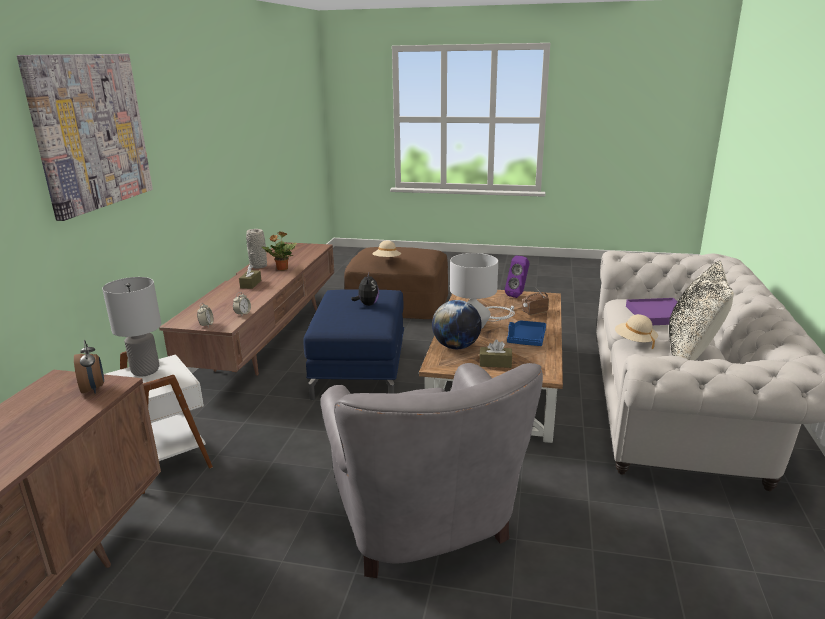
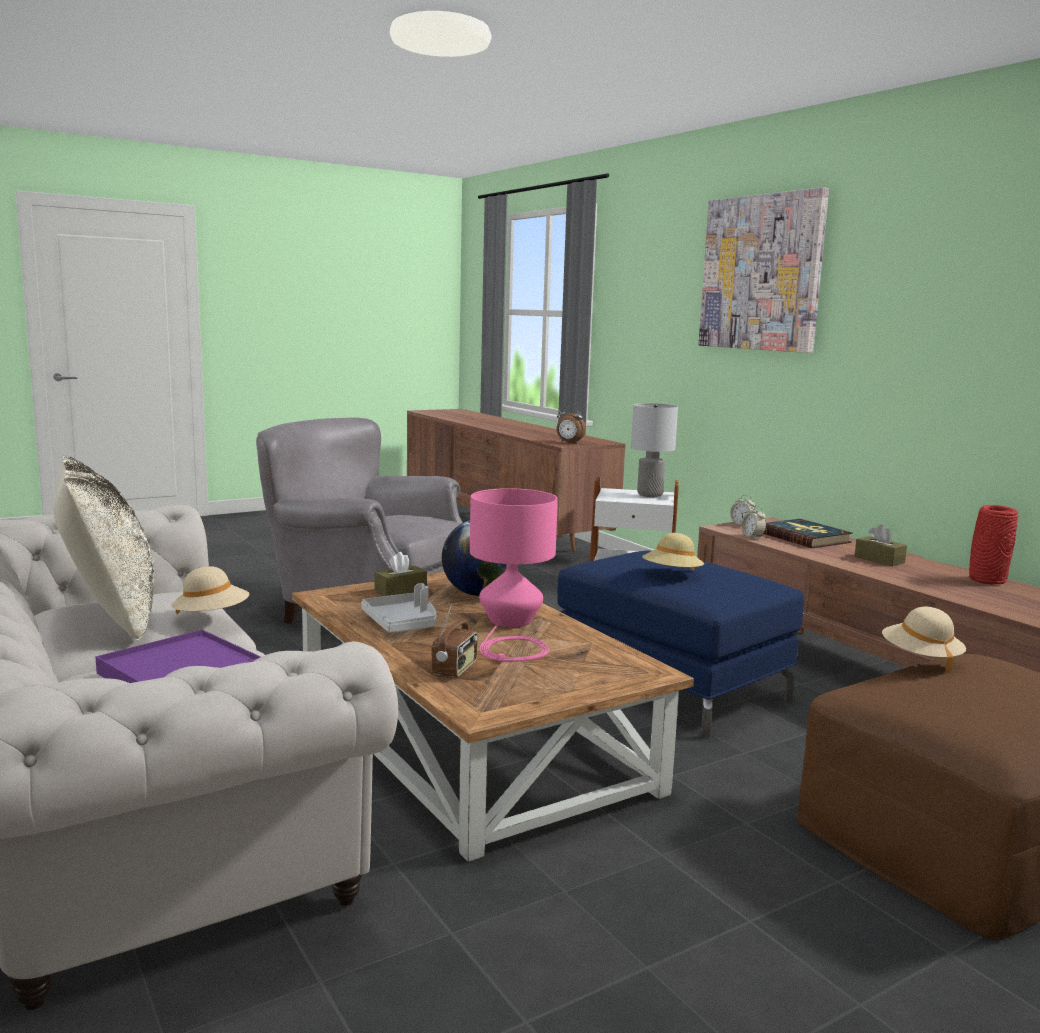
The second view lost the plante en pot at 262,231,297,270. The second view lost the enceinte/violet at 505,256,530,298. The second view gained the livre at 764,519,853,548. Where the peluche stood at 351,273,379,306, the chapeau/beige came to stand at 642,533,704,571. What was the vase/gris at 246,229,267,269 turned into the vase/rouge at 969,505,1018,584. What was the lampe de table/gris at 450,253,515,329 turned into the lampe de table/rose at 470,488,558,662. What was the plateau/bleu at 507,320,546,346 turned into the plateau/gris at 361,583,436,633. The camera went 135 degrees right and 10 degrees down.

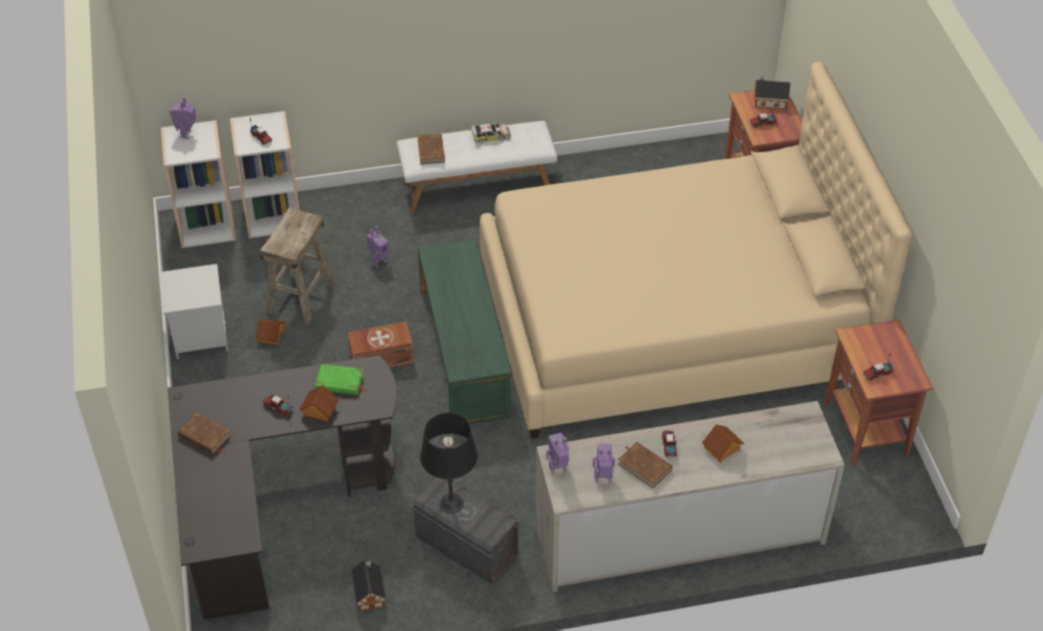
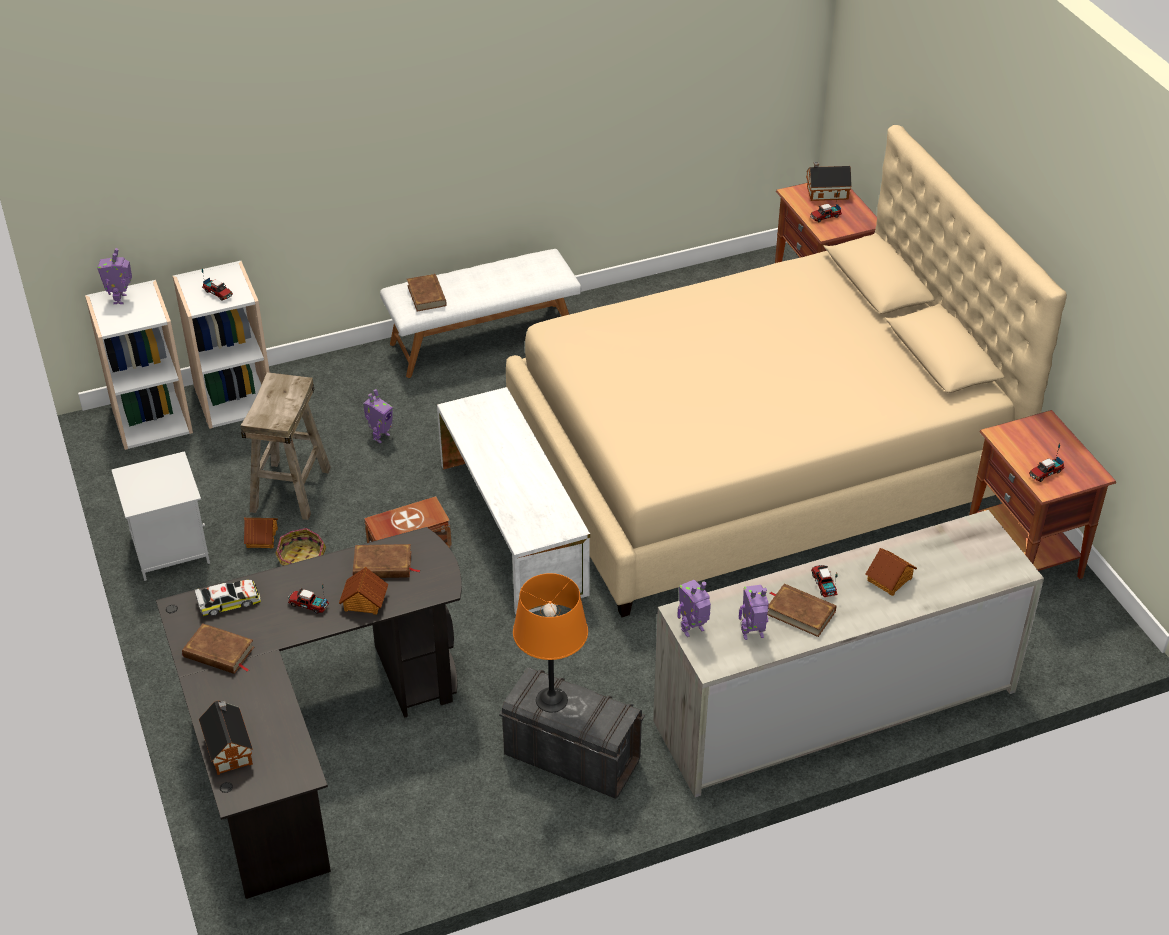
The second view gained the panier at 275,528,326,566. The maison miniature ended up elsewhere, having gone from 351,560,386,612 to 199,700,253,775. The petite voiture ended up elsewhere, having gone from 471,124,511,143 to 195,580,261,616. What was the livre/vert at 315,364,367,395 turned into the livre/marron at 353,544,420,578. What was the banc/vert at 418,239,511,424 turned into the banc/blanc at 437,387,590,614. What was the lampe de table/noir at 420,413,478,514 turned into the lampe de table/orange at 513,573,588,712. The camera went 10 degrees left and 5 degrees down.

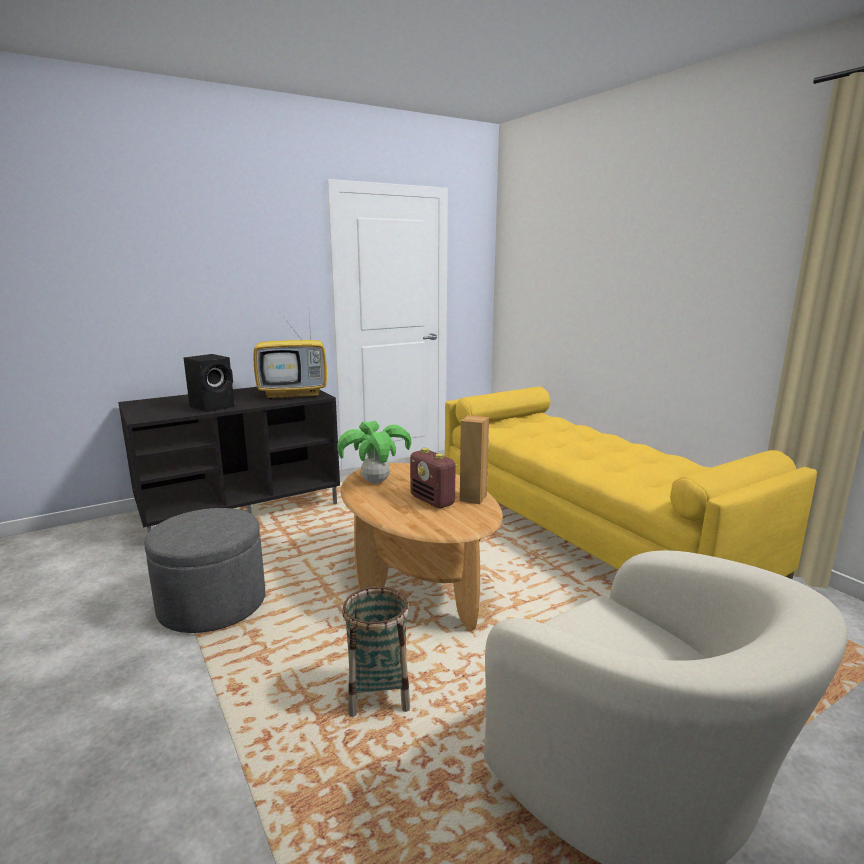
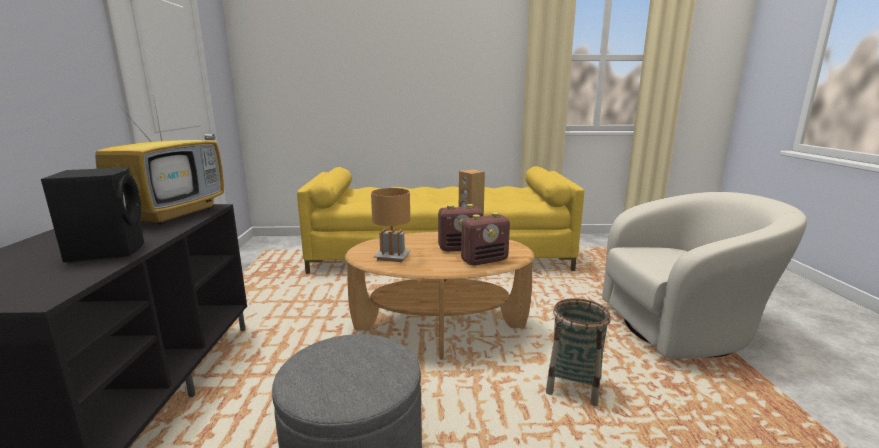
The second view gained the radio at 461,212,510,265. Where the plante en pot stood at 337,421,411,484, the lampe de table/marron came to stand at 371,188,410,262. The camera went 60 degrees left and 0 degrees up.

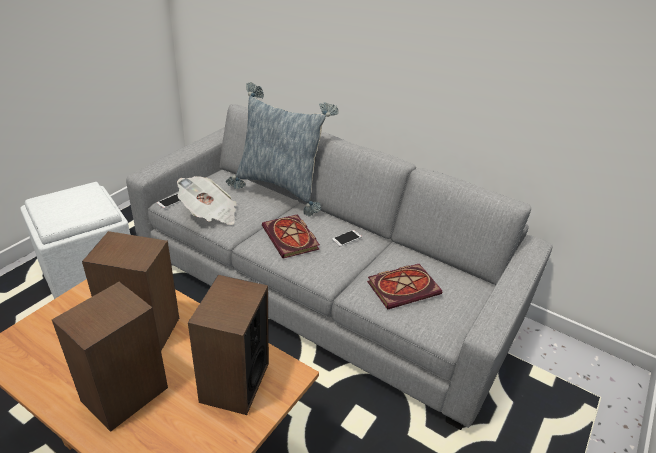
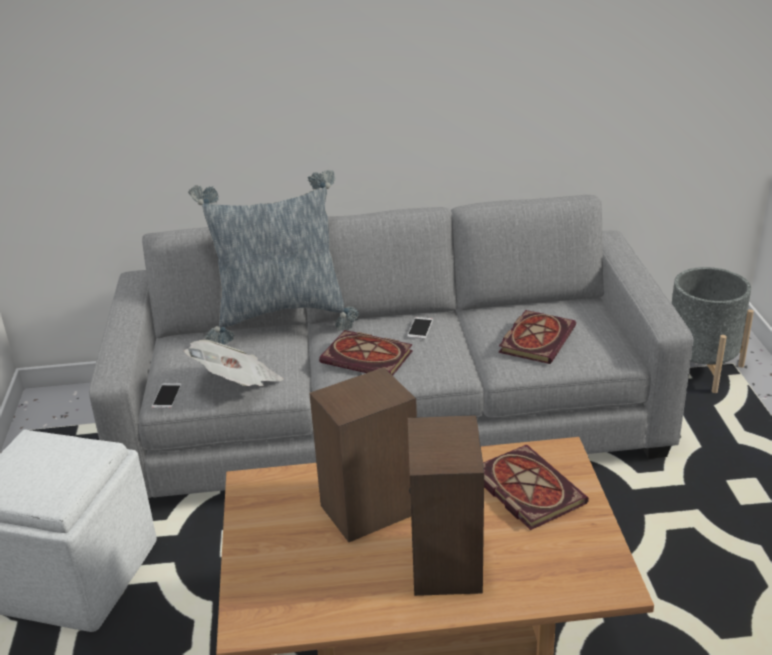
The second view gained the cache-pot/gris at 672,267,754,393. Where the enceinte stood at 188,275,269,415, the livre came to stand at 483,444,589,530. The camera went 35 degrees left and 5 degrees down.

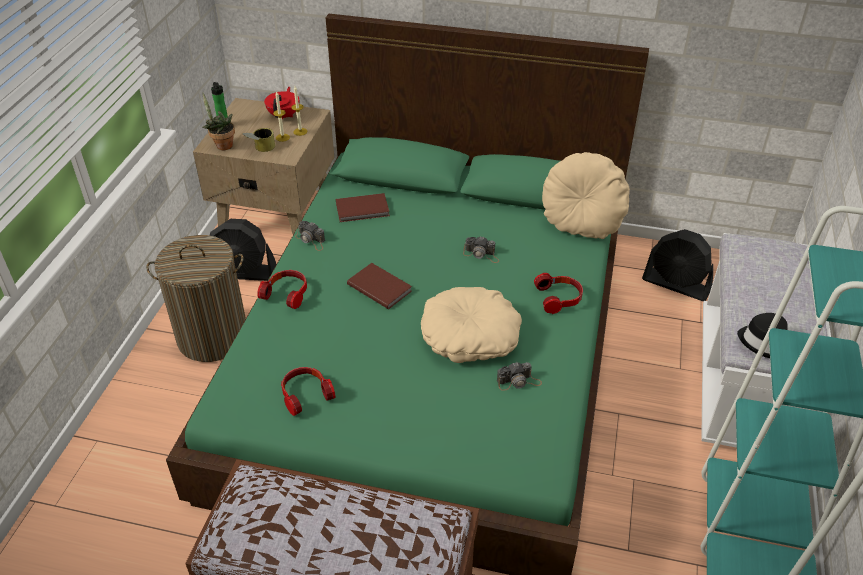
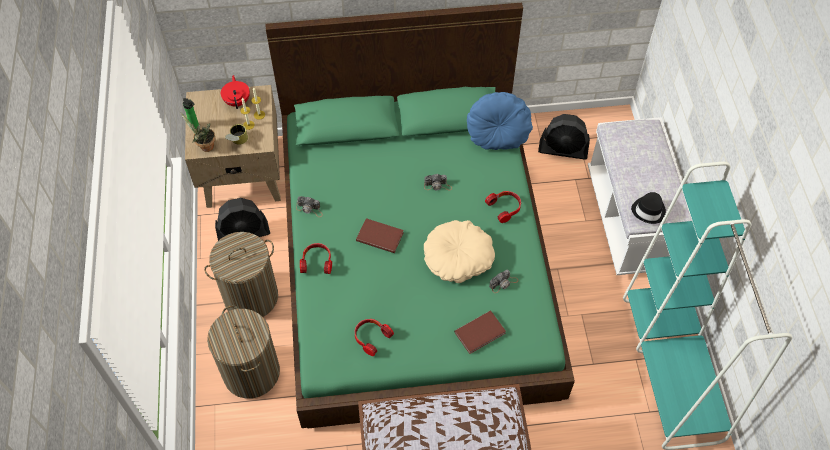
The second view gained the panier à linge at 207,305,280,399. The livre/marron ended up elsewhere, having gone from 336,193,390,222 to 454,310,506,354. What was the coussin/beige at 542,152,630,239 turned into the coussin/bleu at 467,92,533,150. The camera went 20 degrees left and 15 degrees up.

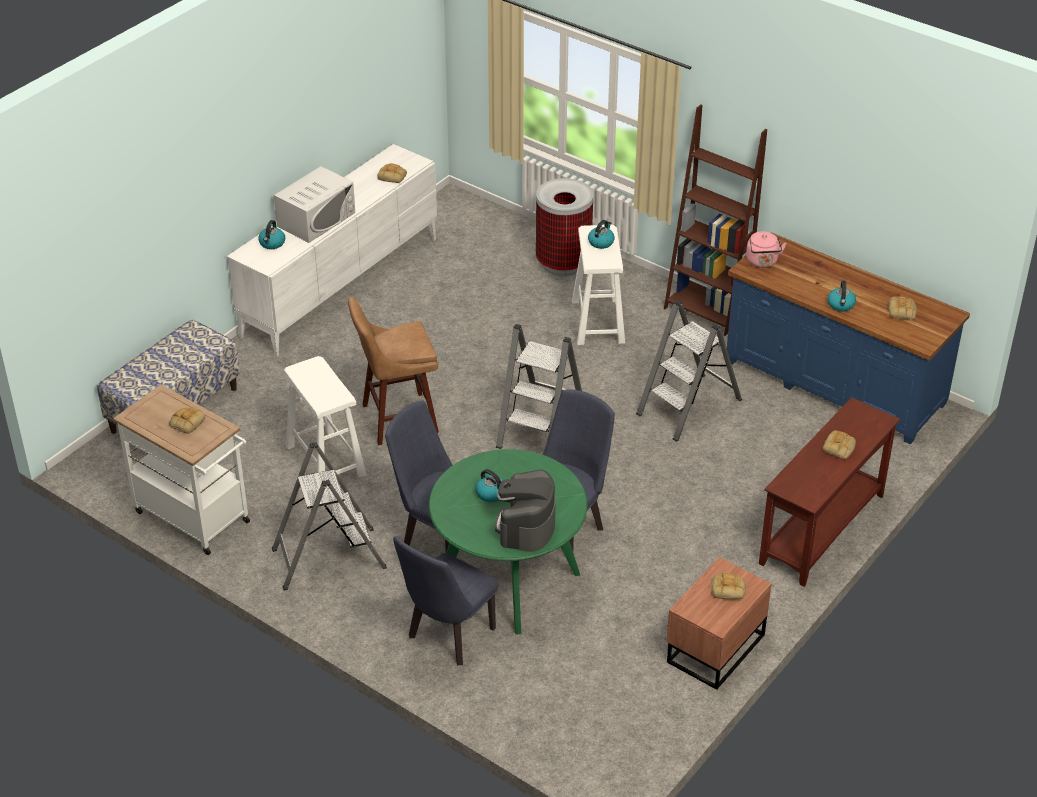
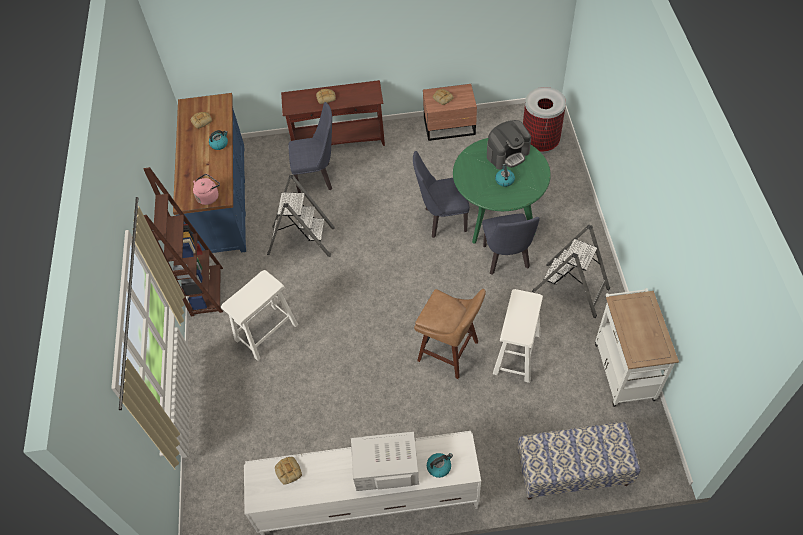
The second view lost the pain at 169,407,206,434. The second view lost the escabeau/gris at 496,324,582,449. The second view lost the bouilloire at 588,220,615,249. The chaise/bleu ended up elsewhere, having gone from 393,536,499,665 to 288,102,332,193. The poubelle ended up elsewhere, having gone from 536,178,593,276 to 523,87,566,154. The camera went 130 degrees left and 15 degrees up.

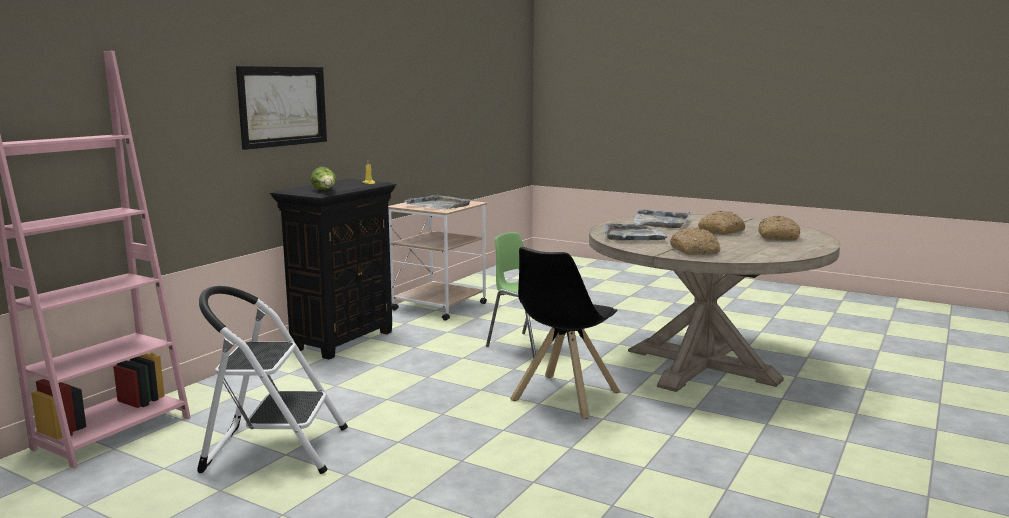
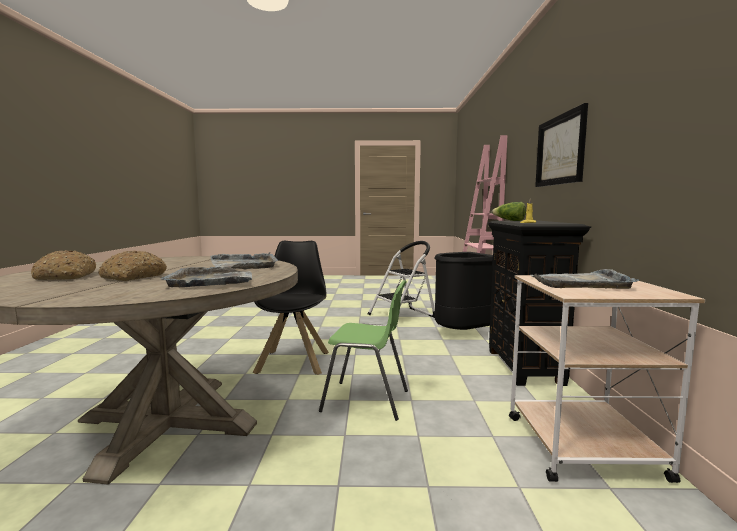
The second view lost the pain at 670,227,721,255. The second view gained the poubelle/noir at 434,252,493,330. The camera went 150 degrees right and 5 degrees down.

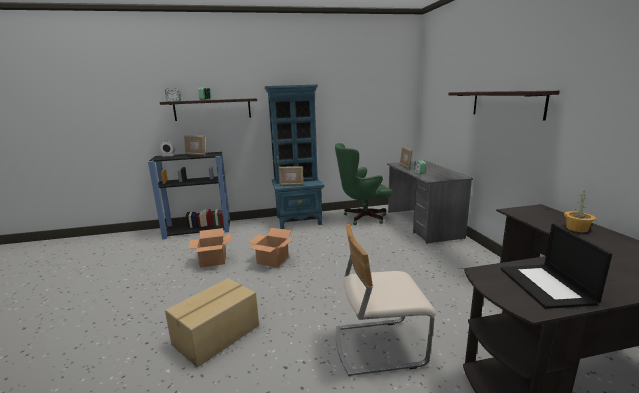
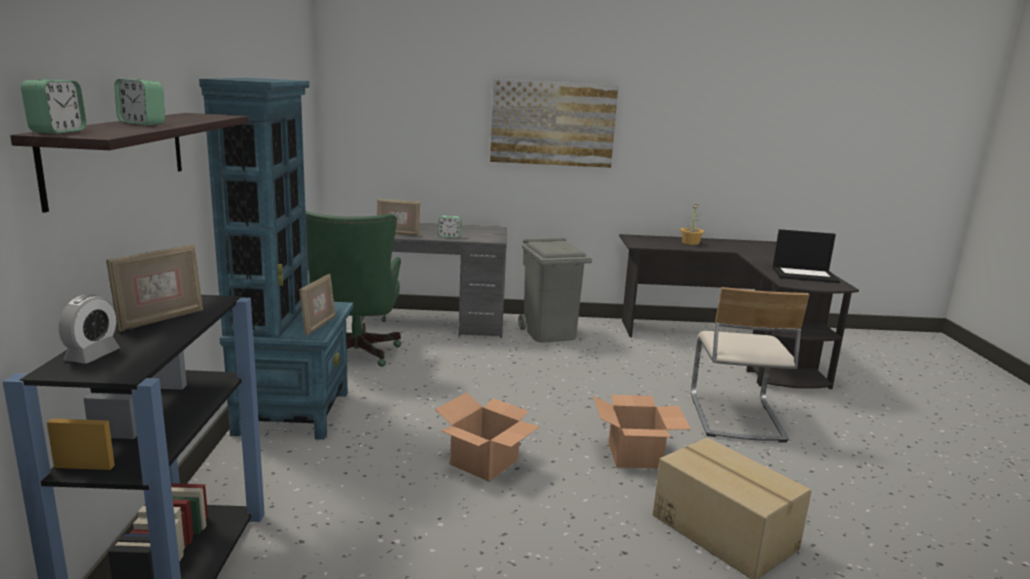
The second view gained the poubelle/gris at 518,237,592,343. The carton ended up elsewhere, having gone from 188,228,231,267 to 593,395,691,469. Where the étagère hung at 448,91,560,121, the tableau came to hang at 490,79,618,168. The camera went 80 degrees left and 0 degrees up.

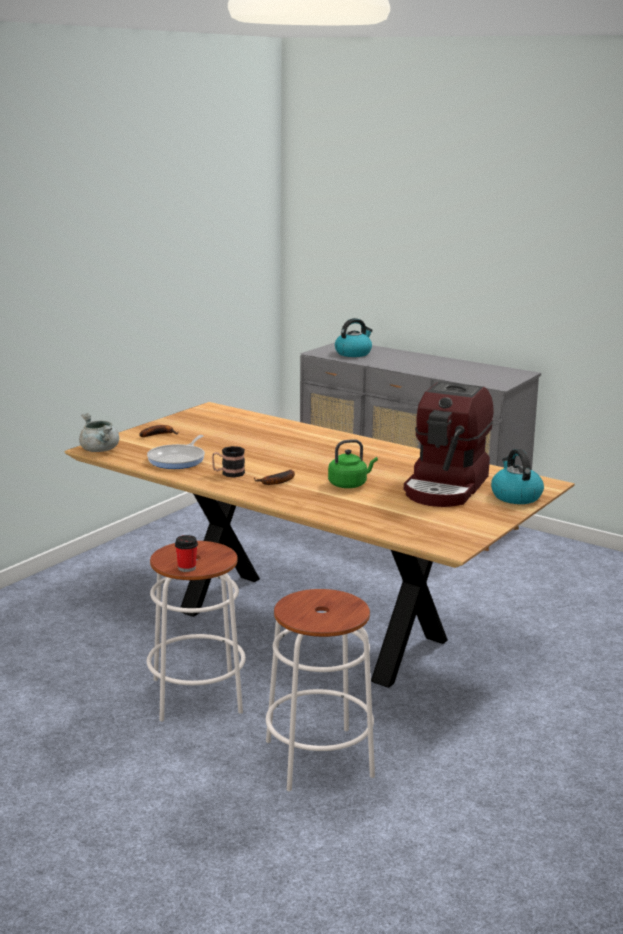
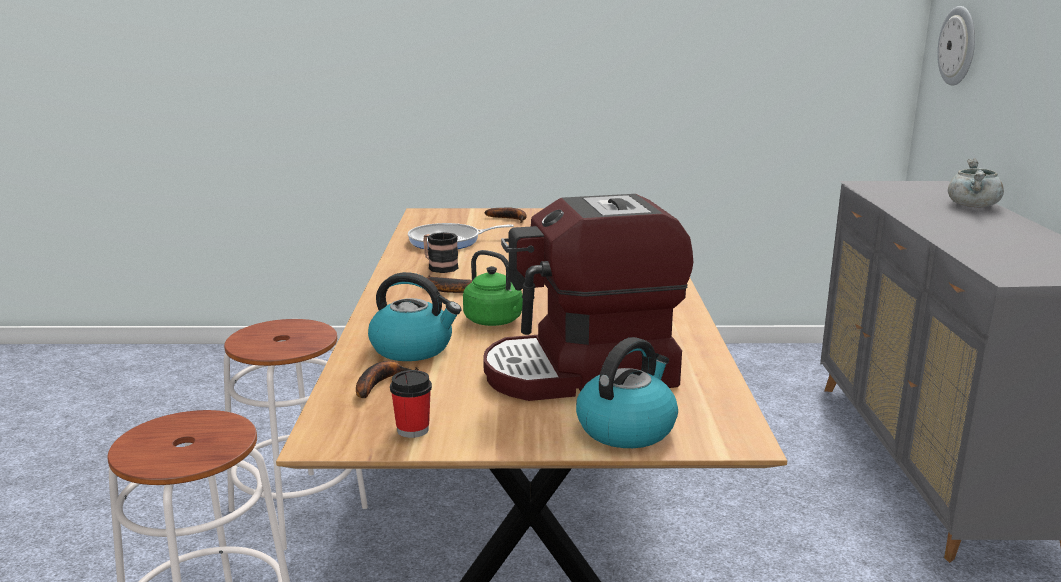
The second view gained the banane at 356,361,419,398. The second view gained the horloge murale at 937,6,975,86. The marmite/gris ended up elsewhere, having gone from 79,413,119,452 to 948,158,1004,207. The tasse ended up elsewhere, having gone from 175,535,198,572 to 390,370,432,438. The bouilloire ended up elsewhere, having gone from 335,318,373,357 to 368,272,461,361. The camera went 55 degrees right and 0 degrees up.

